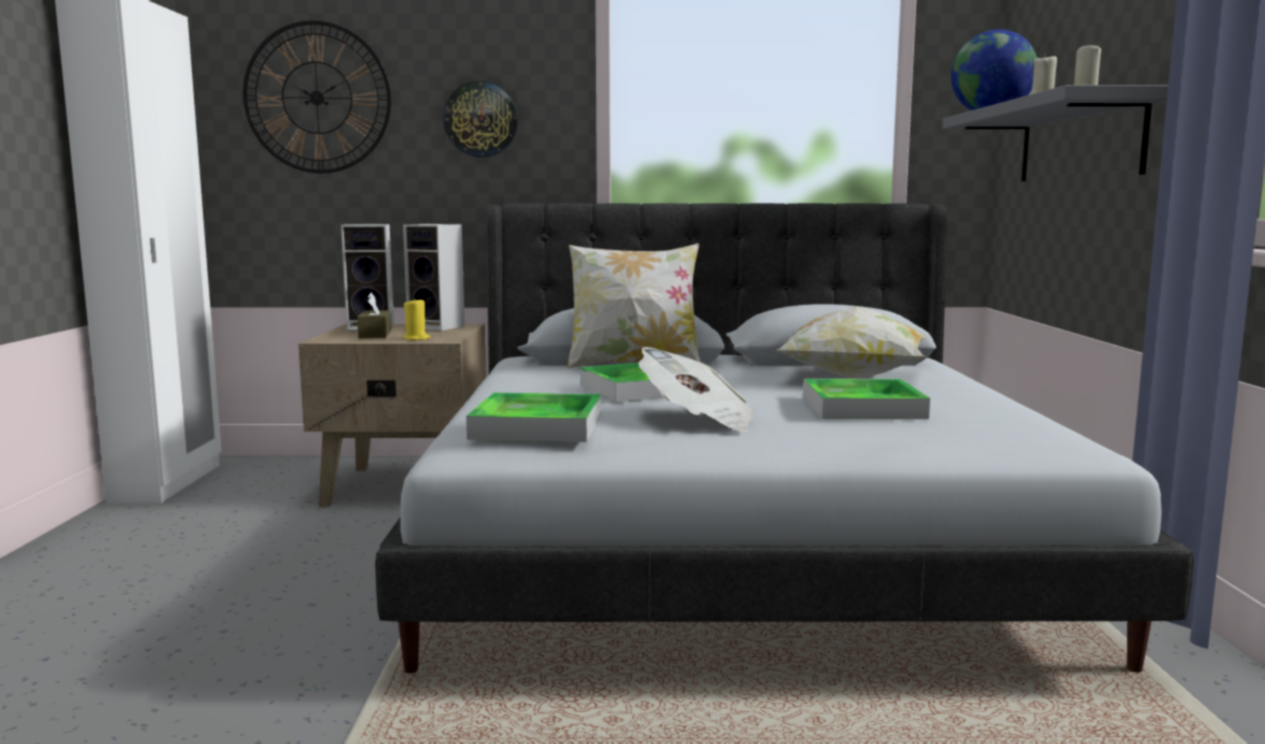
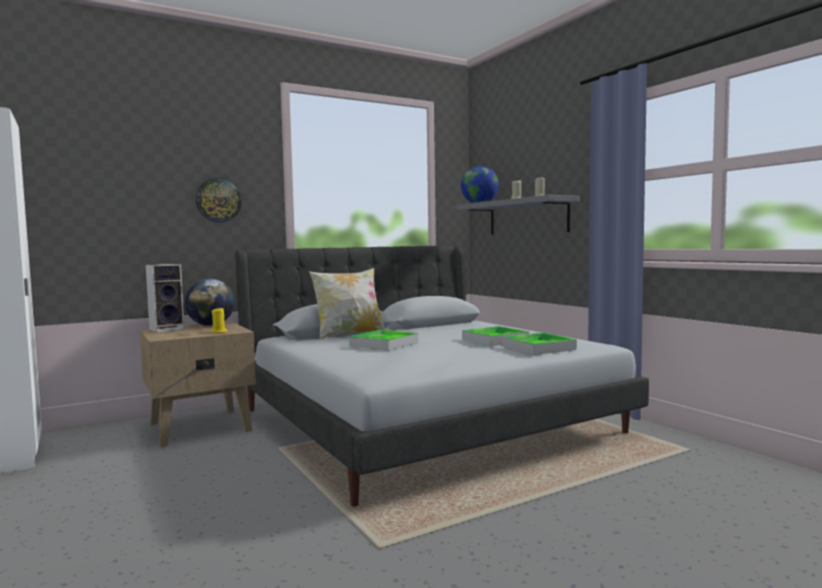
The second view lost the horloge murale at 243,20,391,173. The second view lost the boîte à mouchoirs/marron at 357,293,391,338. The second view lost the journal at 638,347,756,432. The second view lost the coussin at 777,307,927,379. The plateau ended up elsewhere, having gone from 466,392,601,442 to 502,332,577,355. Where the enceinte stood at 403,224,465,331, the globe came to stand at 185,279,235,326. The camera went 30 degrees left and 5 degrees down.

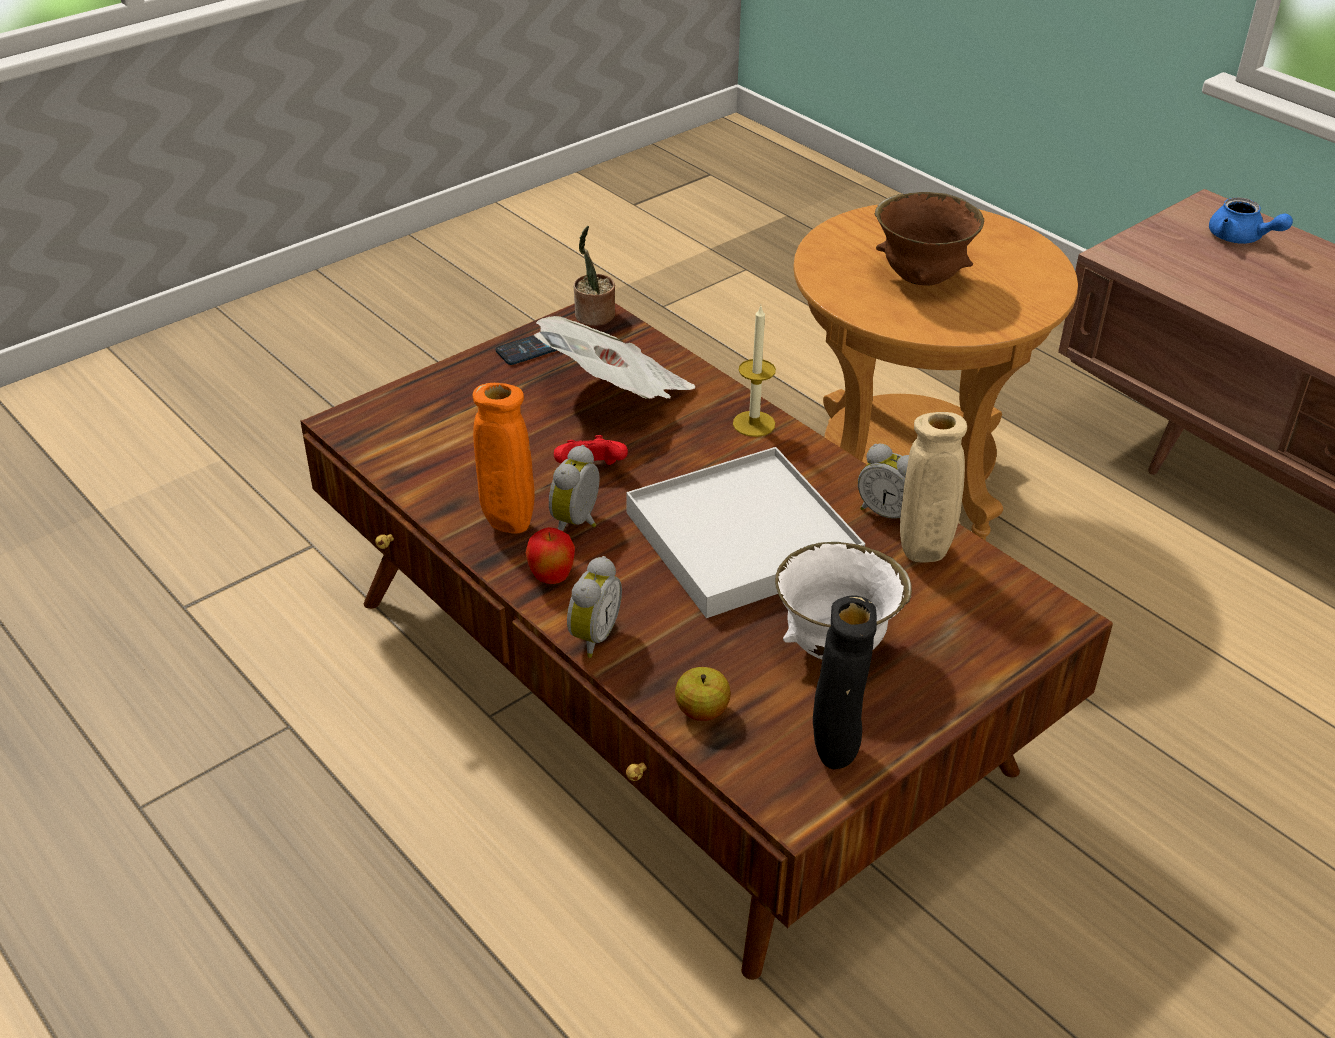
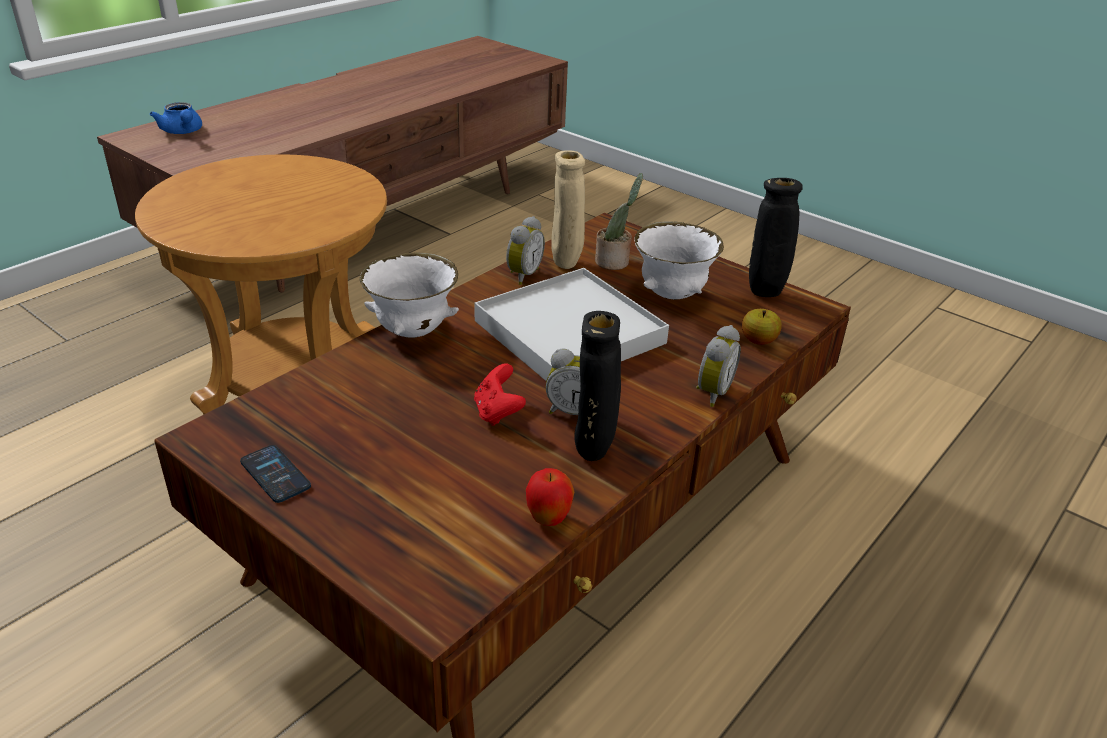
The second view lost the journal at 534,316,696,399. The second view lost the bol/marron at 875,192,984,286. The pomme ended up elsewhere, having gone from 526,527,575,584 to 526,468,574,526. The plante en pot ended up elsewhere, having gone from 574,226,615,326 to 595,173,643,270. Where the bougie stood at 733,306,776,437, the bol/blanc came to stand at 360,252,459,338. What was the vase/orange at 473,383,535,533 turned into the vase/noir at 574,311,621,461. The réveil at 567,556,622,658 ended up facing another way, 105 degrees clockwise from before. The théière/bleu at 1209,197,1293,244 ended up facing another way, 105 degrees clockwise from before. The camera went 100 degrees left and 5 degrees down.

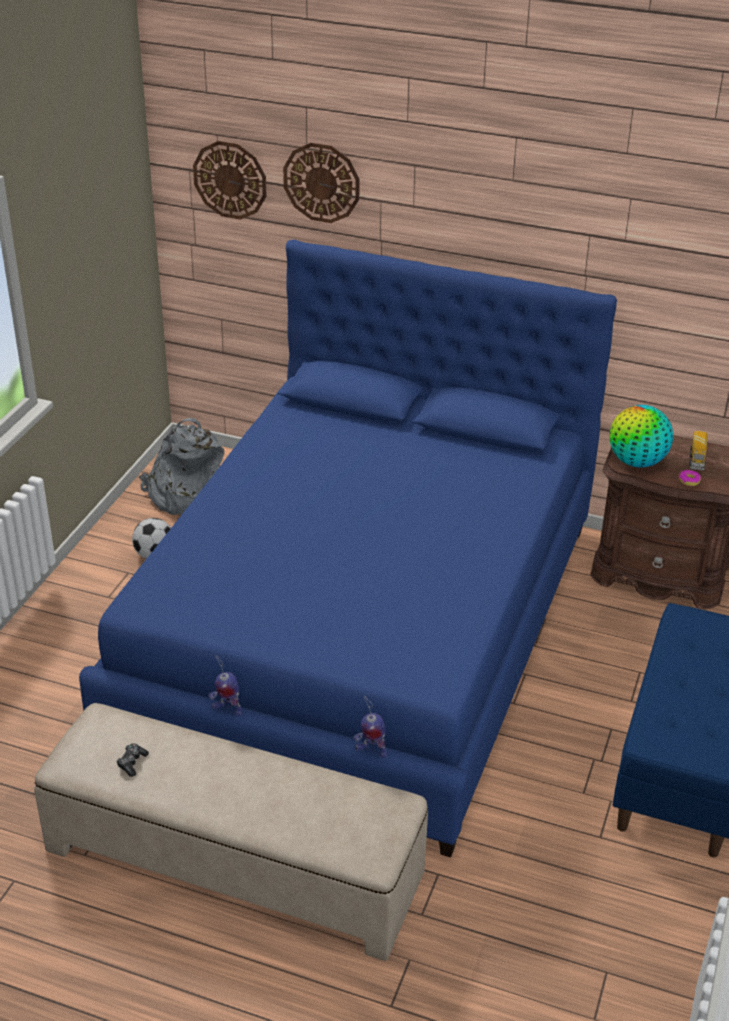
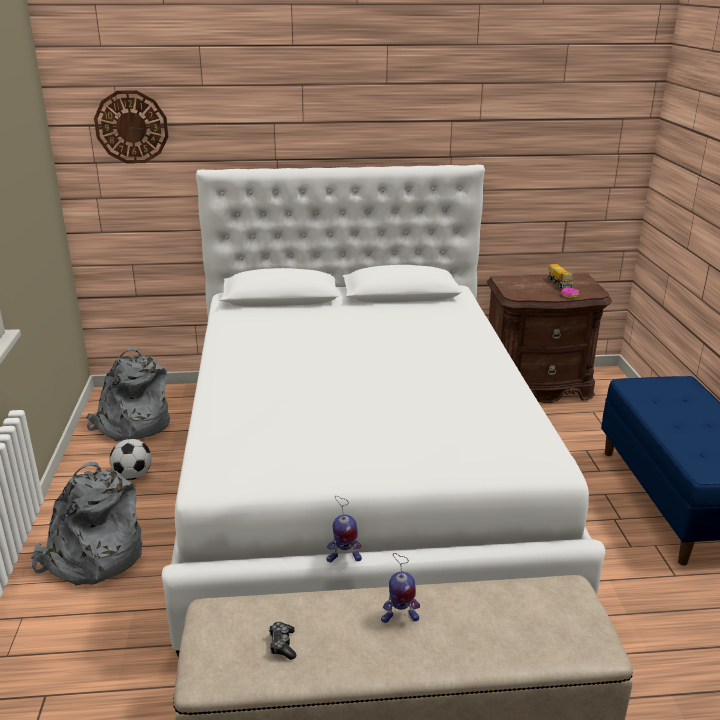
The second view lost the horloge murale at 283,143,360,223. The second view lost the globe at 610,405,673,468. The second view gained the sac à dos/gris at 31,462,142,586. The robot jouet ended up elsewhere, having gone from 353,696,387,758 to 381,553,420,623. What was the lit/bleu at 79,240,617,857 turned into the lit/blanc at 162,164,605,658. The camera went 25 degrees left and 10 degrees down.

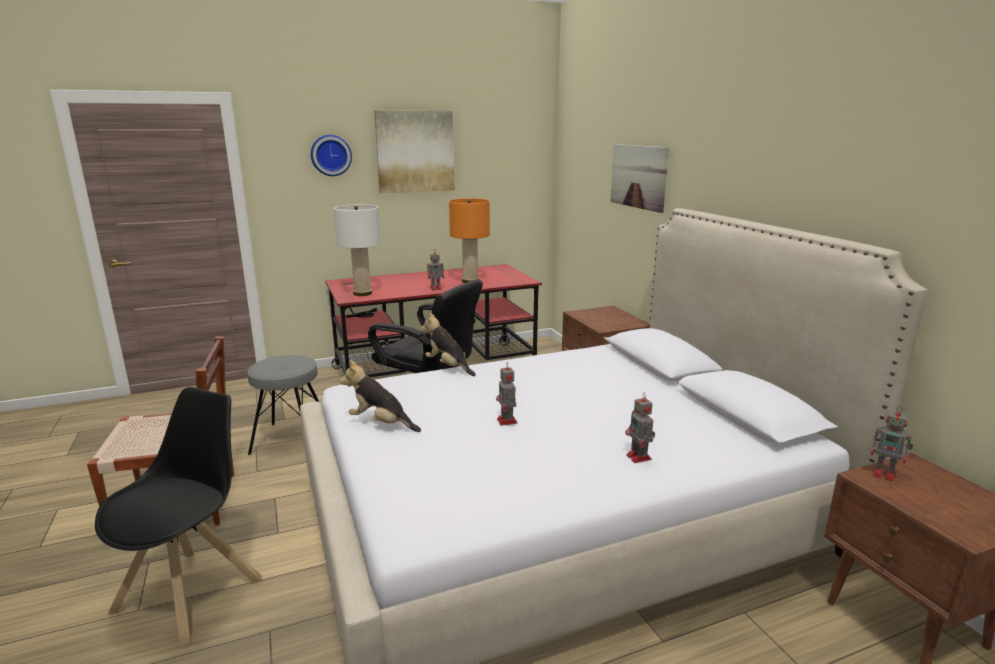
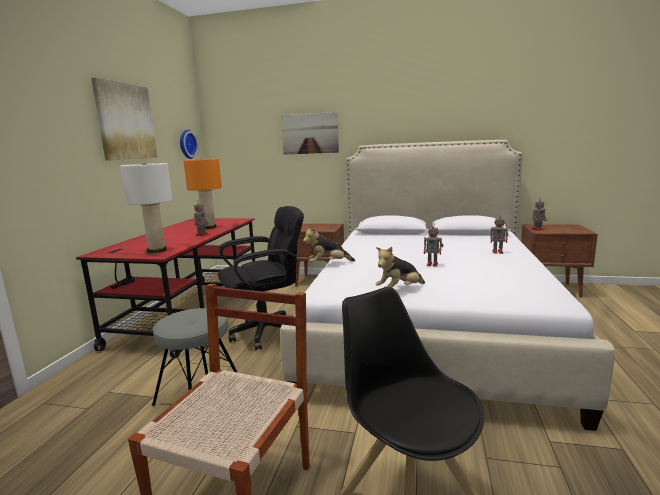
The horloge murale ended up elsewhere, having gone from 311,135,352,176 to 180,130,198,159. The camera went 55 degrees left and 5 degrees down.

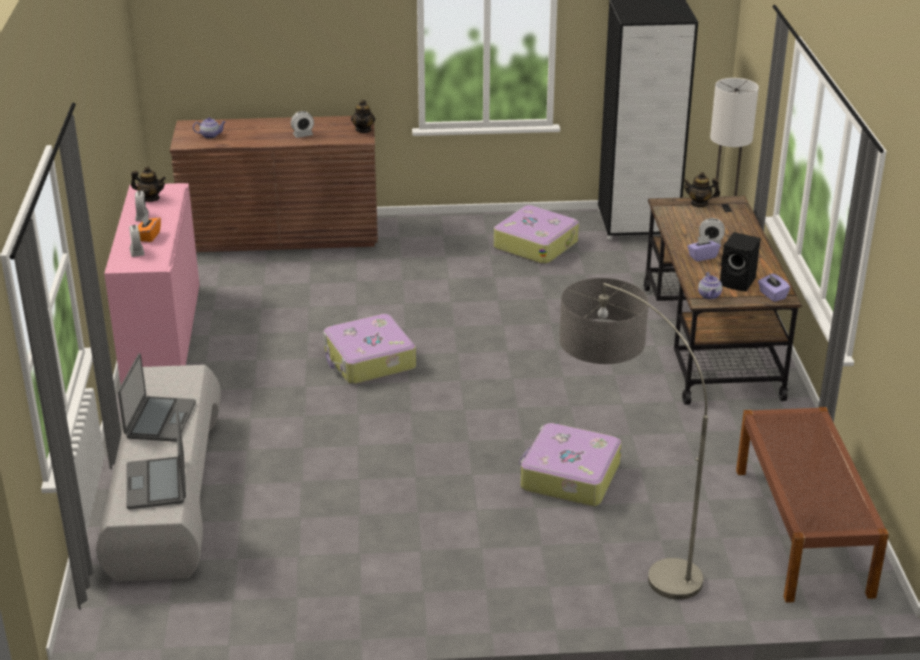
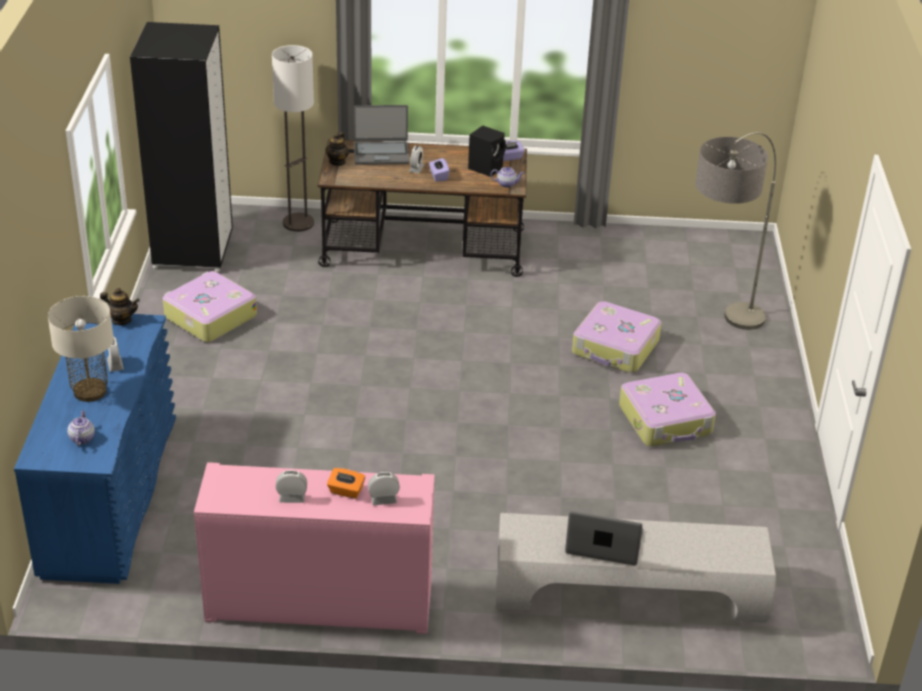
The second view lost the théière at 131,166,166,202. The second view lost the banc/marron at 736,407,889,603. The second view gained the lampe de table at 48,296,114,402. The ordinateur portable ended up elsewhere, having gone from 126,412,186,509 to 353,105,410,165. The valise ended up elsewhere, having gone from 323,314,416,384 to 619,373,716,447. What was the commode/marron at 170,115,378,252 turned into the commode/bleu at 14,314,176,584. The camera went 85 degrees left and 5 degrees up.

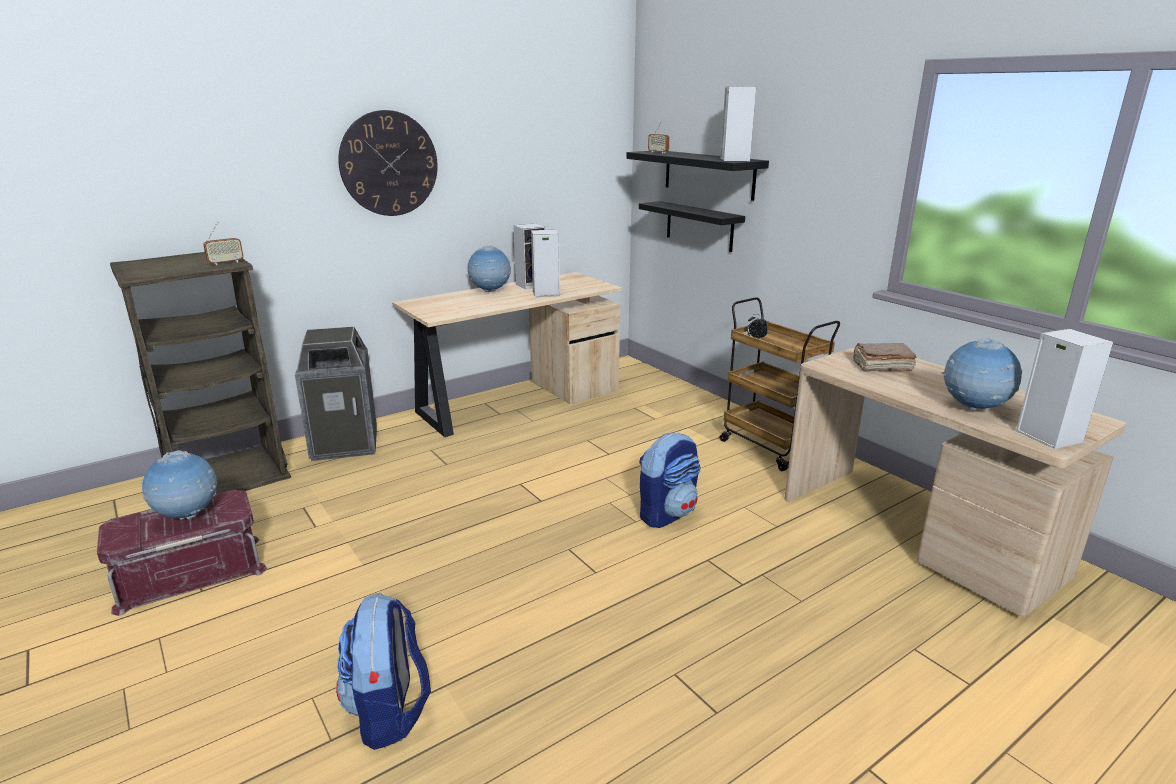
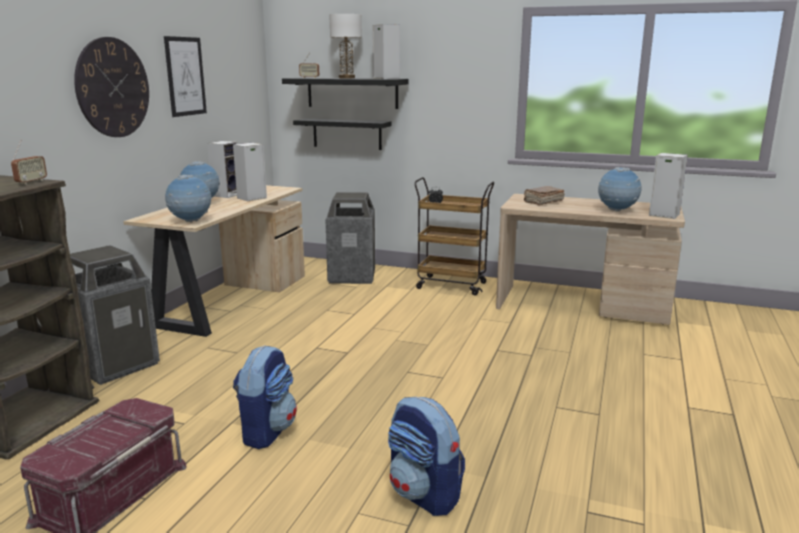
The second view gained the tableau at 164,36,207,117. The second view gained the poubelle at 325,192,375,284. The second view gained the lampe de table at 329,14,362,78. The globe ended up elsewhere, having gone from 141,450,217,520 to 165,175,212,222. The sac à dos ended up elsewhere, having gone from 639,432,701,528 to 233,345,297,449. The camera went 35 degrees left and 5 degrees down.

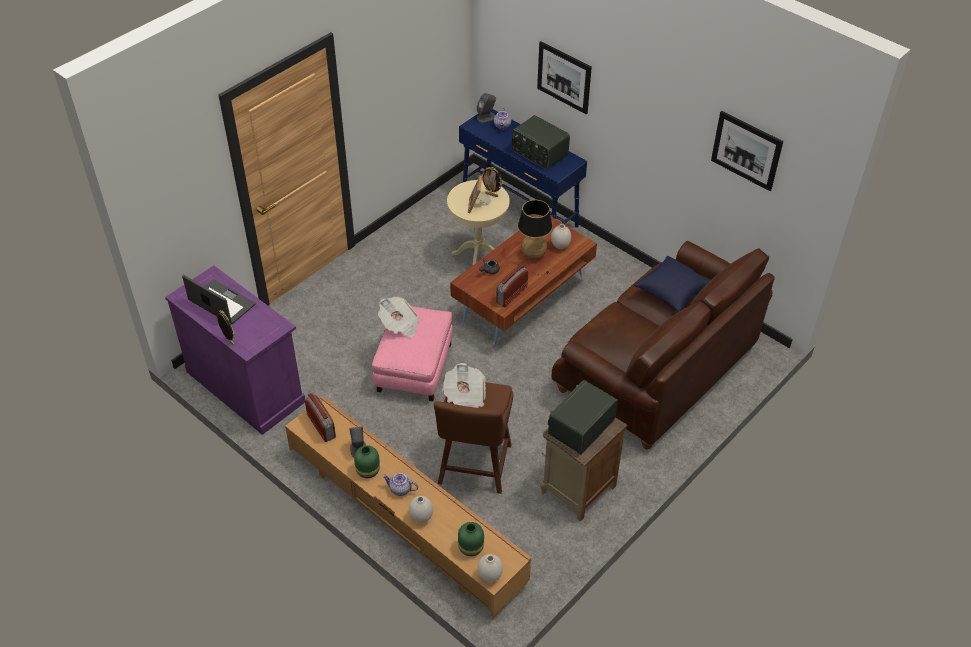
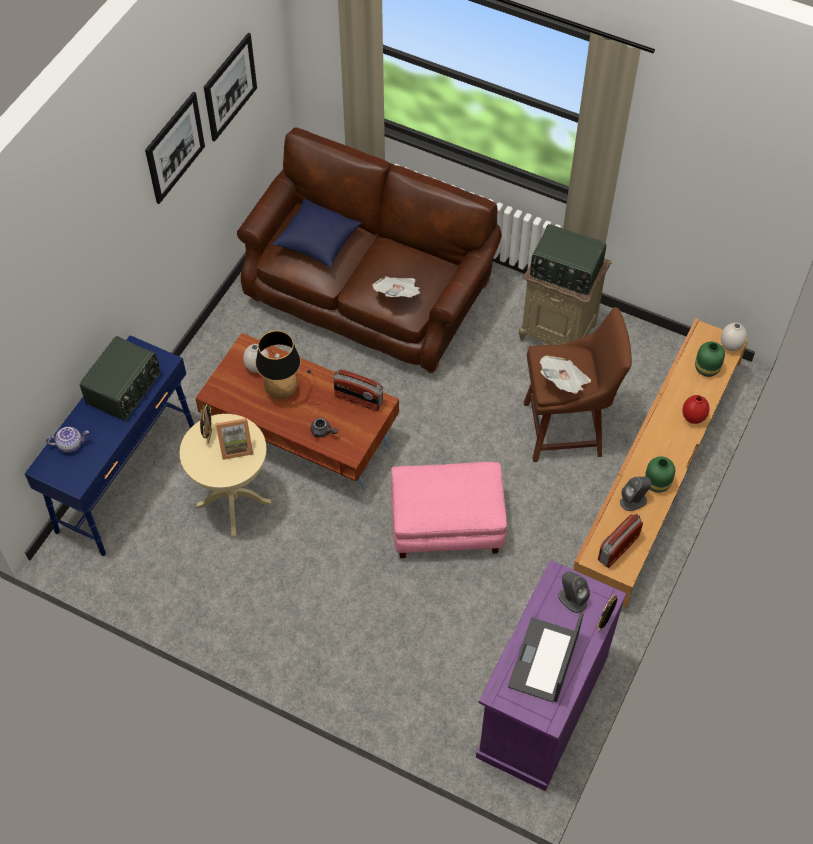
The second view lost the théière at 382,473,418,496. The journal ended up elsewhere, having gone from 378,297,420,338 to 373,276,420,297. The enceinte/gris ended up elsewhere, having gone from 477,93,496,123 to 558,571,590,613. The tableau ended up elsewhere, having gone from 537,41,592,114 to 145,91,205,204. What was the vase/blanc at 409,496,433,523 turned into the vase/rouge at 683,395,710,424. The camera went 105 degrees left and 10 degrees up.

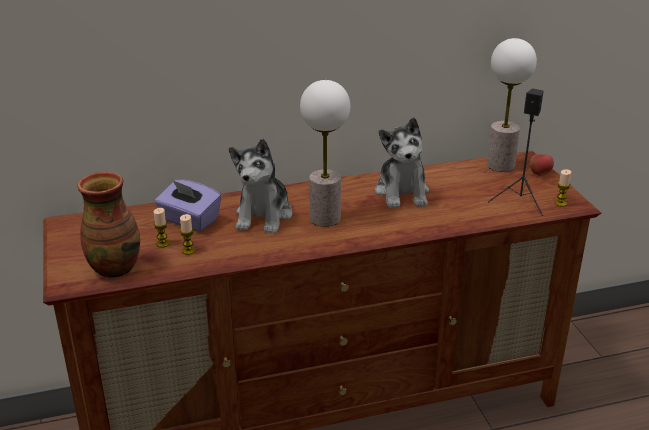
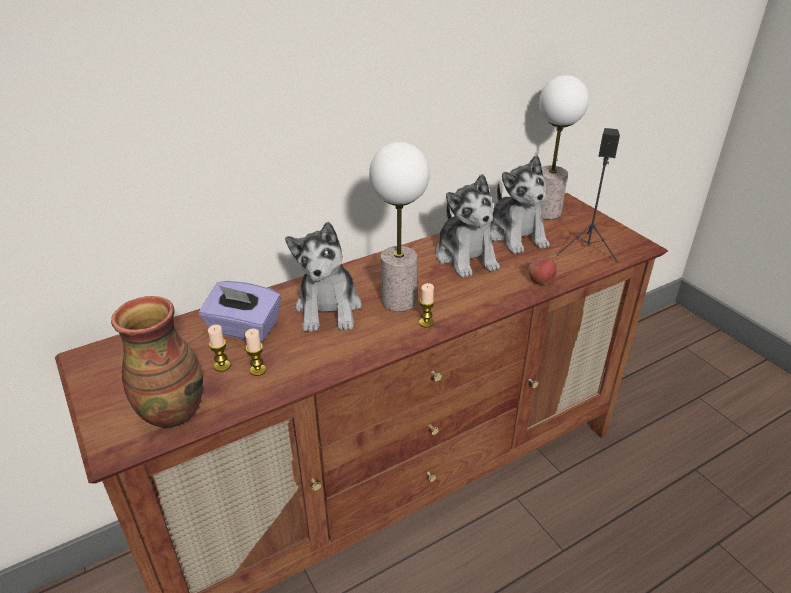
The second view gained the peluche at 489,155,550,254. The pomme ended up elsewhere, having gone from 530,154,554,176 to 528,258,557,285. The bougie ended up elsewhere, having gone from 555,169,571,207 to 419,283,435,328. The camera went 15 degrees left and 5 degrees up.

